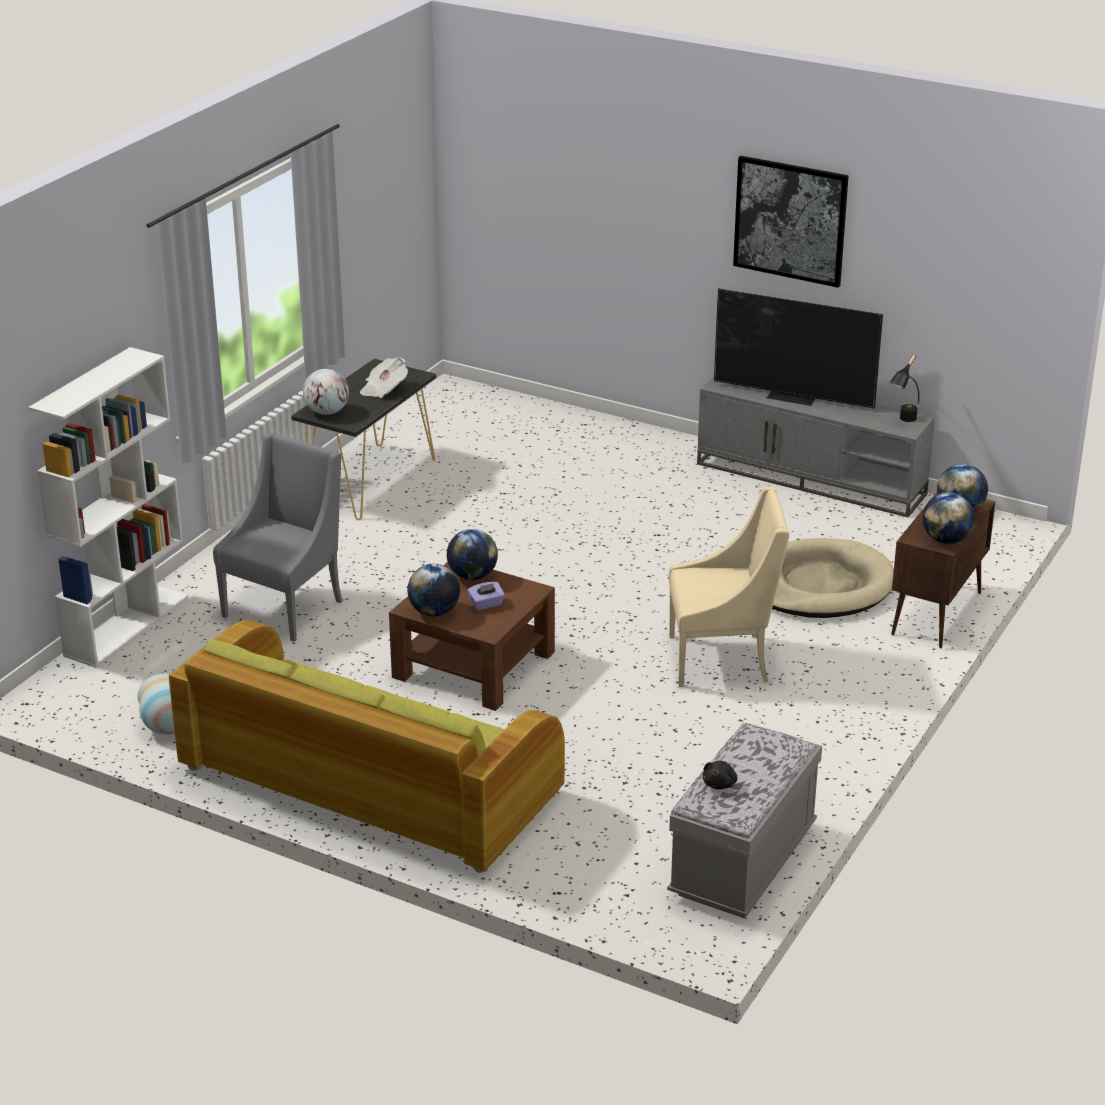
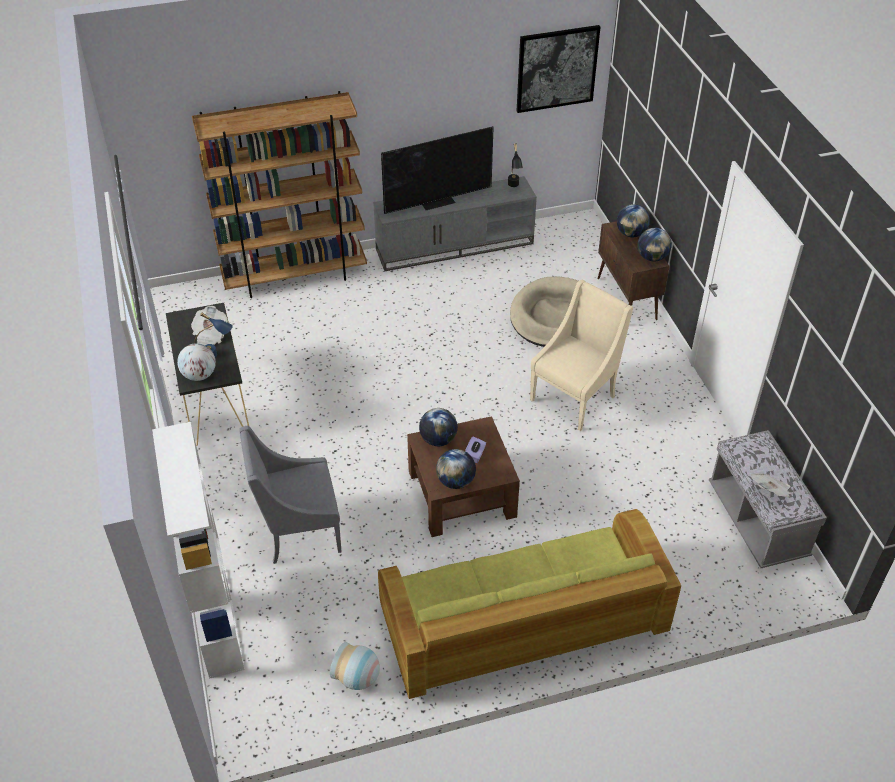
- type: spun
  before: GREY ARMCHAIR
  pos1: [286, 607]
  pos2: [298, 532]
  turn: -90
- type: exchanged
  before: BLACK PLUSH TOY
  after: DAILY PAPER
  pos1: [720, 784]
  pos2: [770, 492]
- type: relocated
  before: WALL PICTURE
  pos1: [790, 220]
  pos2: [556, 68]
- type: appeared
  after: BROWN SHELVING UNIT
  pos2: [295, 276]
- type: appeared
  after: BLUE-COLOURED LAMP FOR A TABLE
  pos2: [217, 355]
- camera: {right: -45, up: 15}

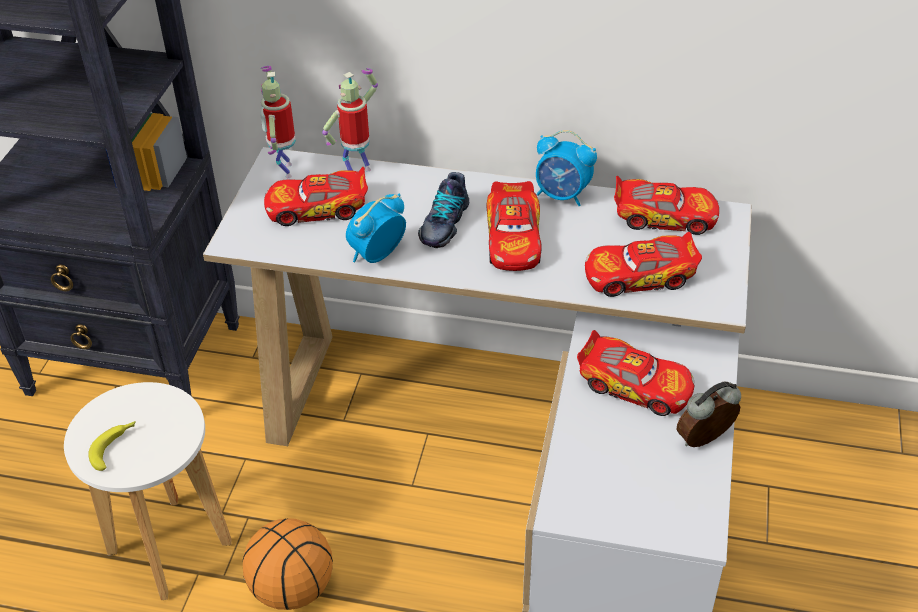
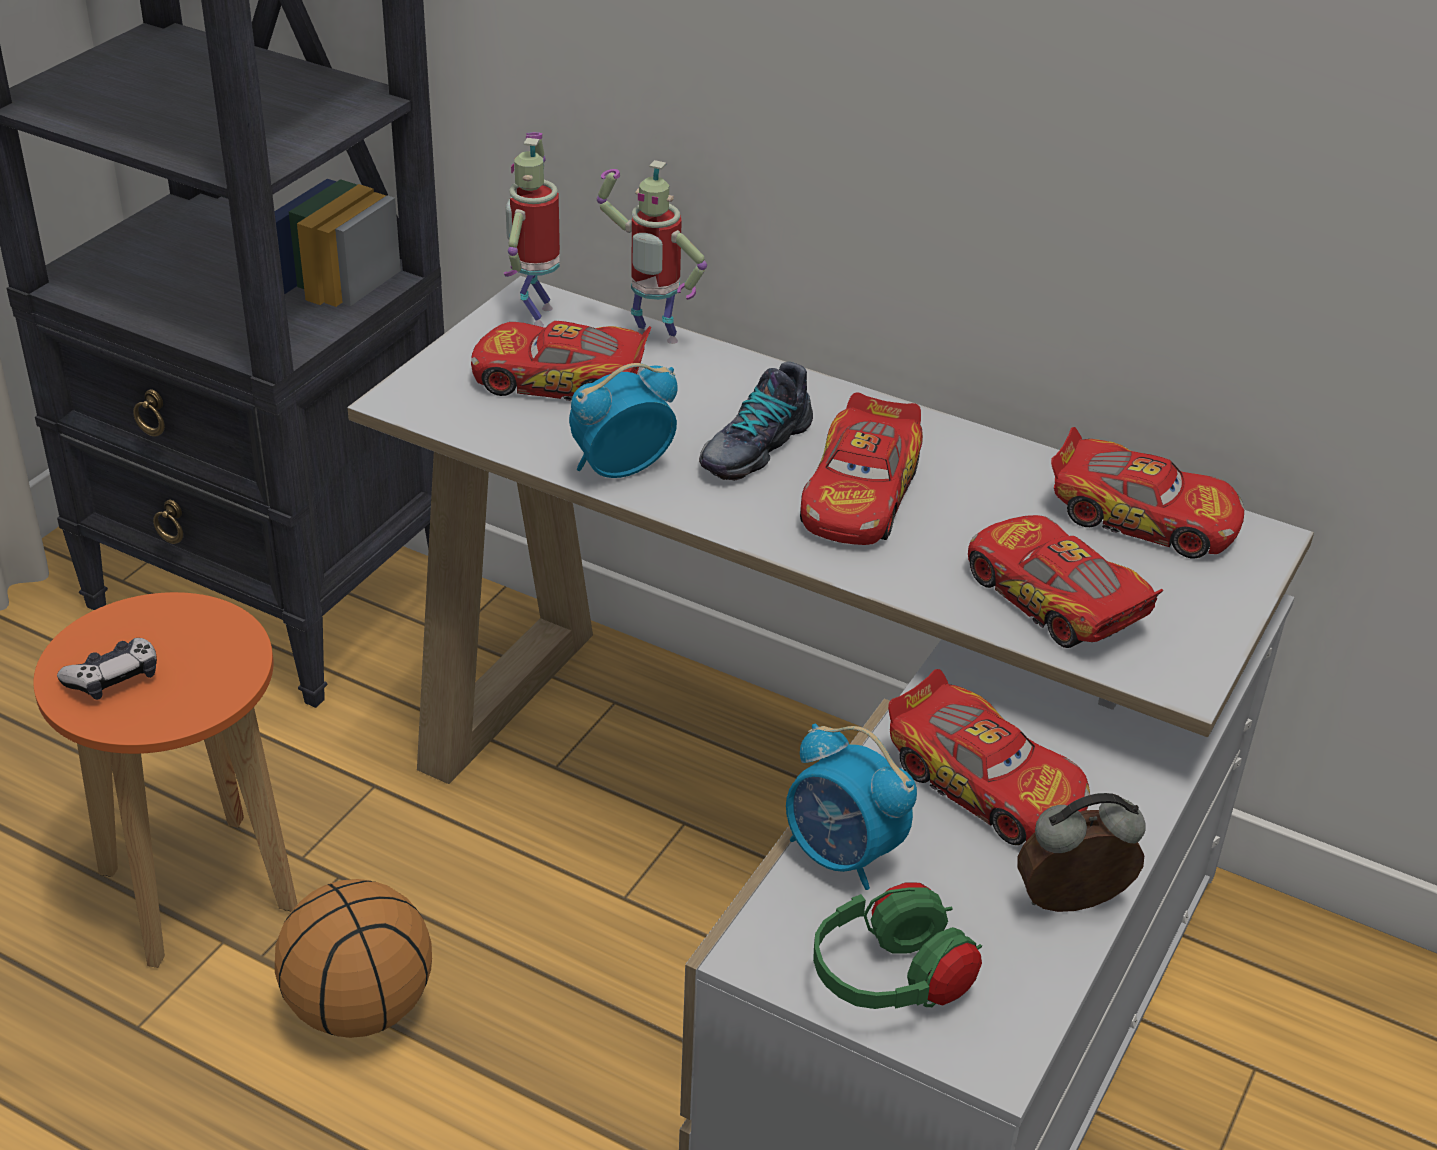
- type: colour
  before: WHITE SITTING STOOL
  after: ORANGE SITTING STOOL
  pos1: [170, 547]
  pos2: [199, 890]
- type: exchanged
  before: BANANA FRUIT
  after: GAME CONTROLLER
  pos1: [115, 447]
  pos2: [113, 679]
- type: spun
  before: TOY ROBOT
  pos1: [358, 171]
  pos2: [652, 340]
  turn: -135
- type: relocated
  before: TABLE CLOCK
  pos1: [562, 196]
  pos2: [842, 856]
- type: spun
  before: MINIATURE CAR
  pos1: [640, 276]
  pos2: [1054, 601]
  turn: 45
- type: appeared
  after: GREENISH HEADPHONES
  pos2: [891, 981]
- camera: {right: 15, up: -5}

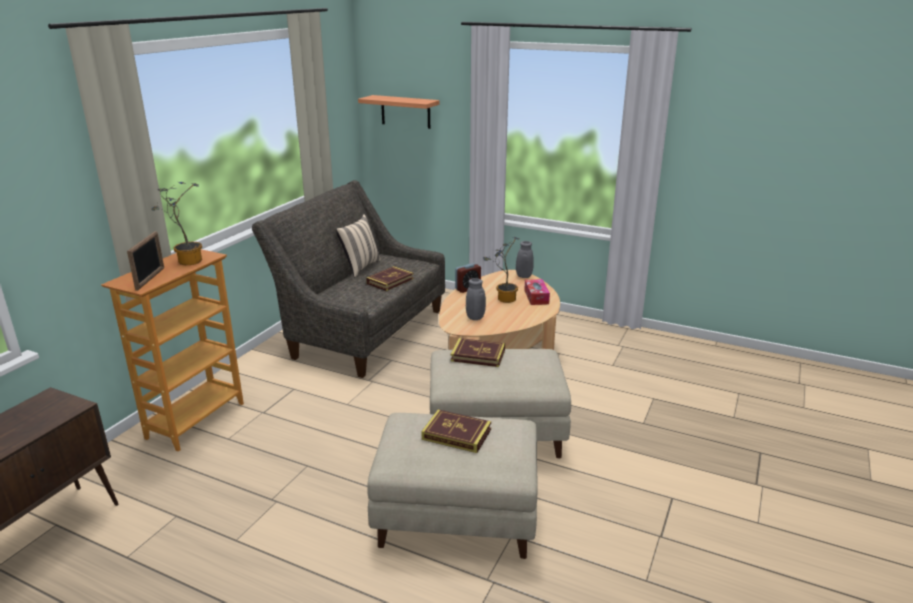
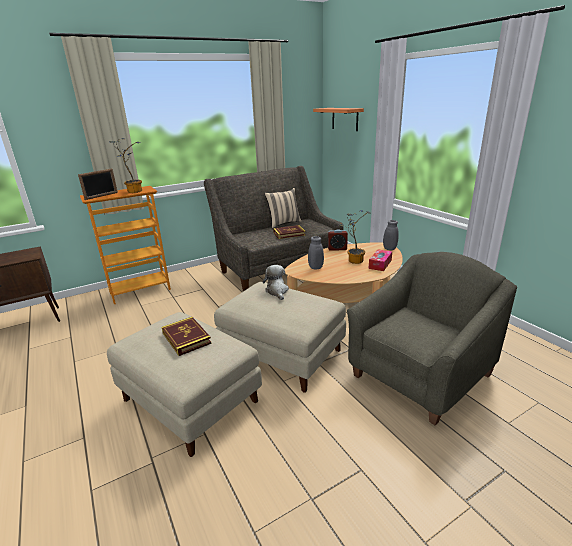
- type: exchanged
  before: BOUND BOOK
  after: PLUSH TOY
  pos1: [478, 355]
  pos2: [277, 291]
- type: appeared
  after: GREY ARMCHAIR
  pos2: [420, 375]
- camera: {right: 35, up: 0}

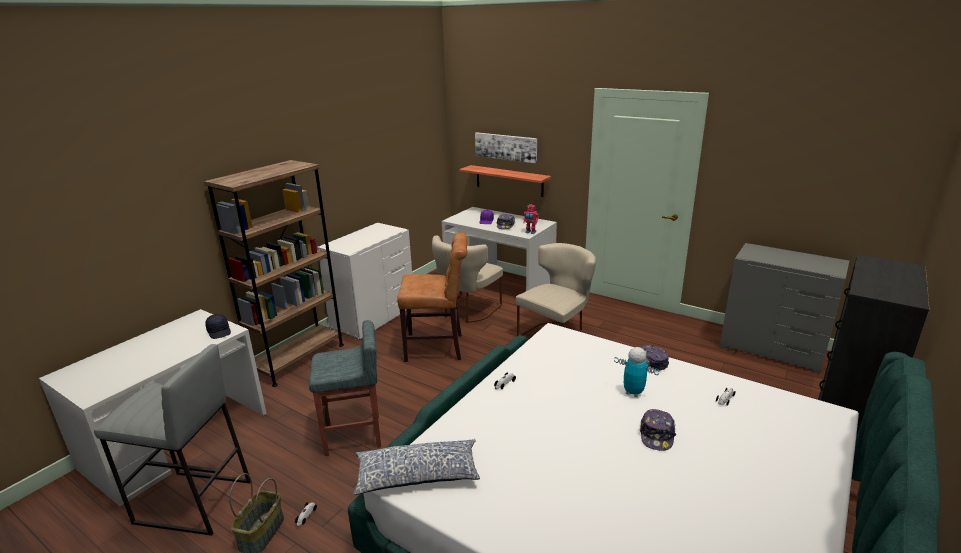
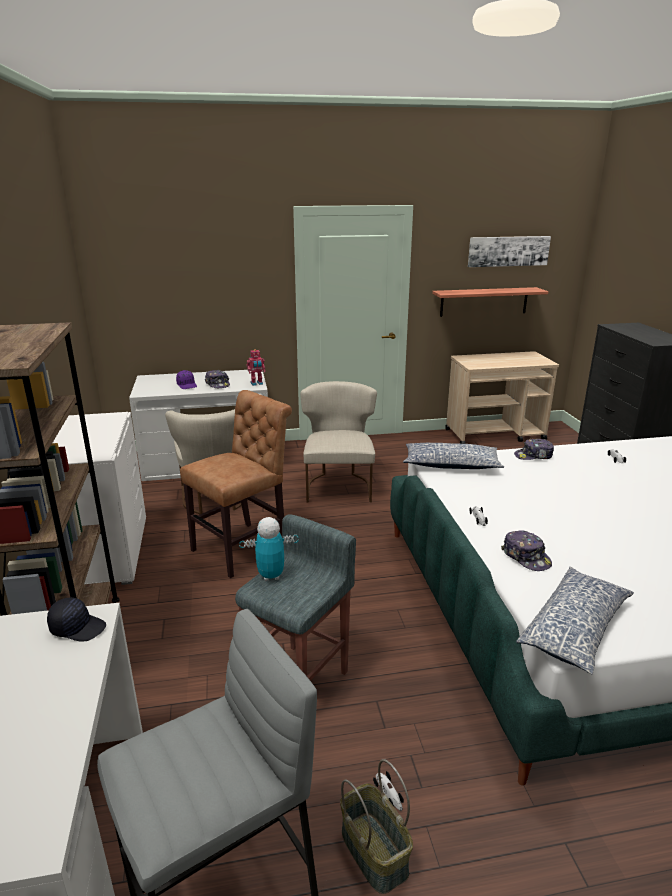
- type: relocated
  before: BRACKET SHELF
  pos1: [509, 180]
  pos2: [484, 301]
- type: relocated
  before: WALL PICTURE
  pos1: [506, 147]
  pos2: [508, 251]
- type: relocated
  before: TOY ROBOT
  pos1: [633, 392]
  pos2: [270, 576]
- type: relocated
  before: PEAKED CAP
  pos1: [657, 435]
  pos2: [526, 557]
- type: exchanged
  before: GREY DRESSER
  after: BEIGE CART
  pos1: [772, 349]
  pos2: [495, 434]
- type: appeared
  after: CUSHION
  pos2: [451, 465]
- camera: {right: -45, up: 0}

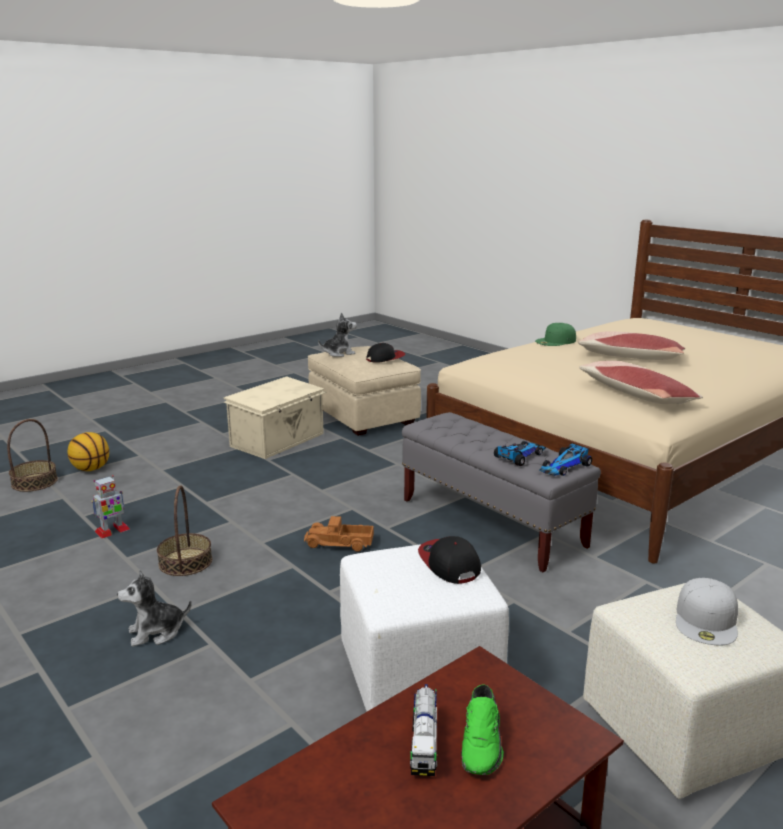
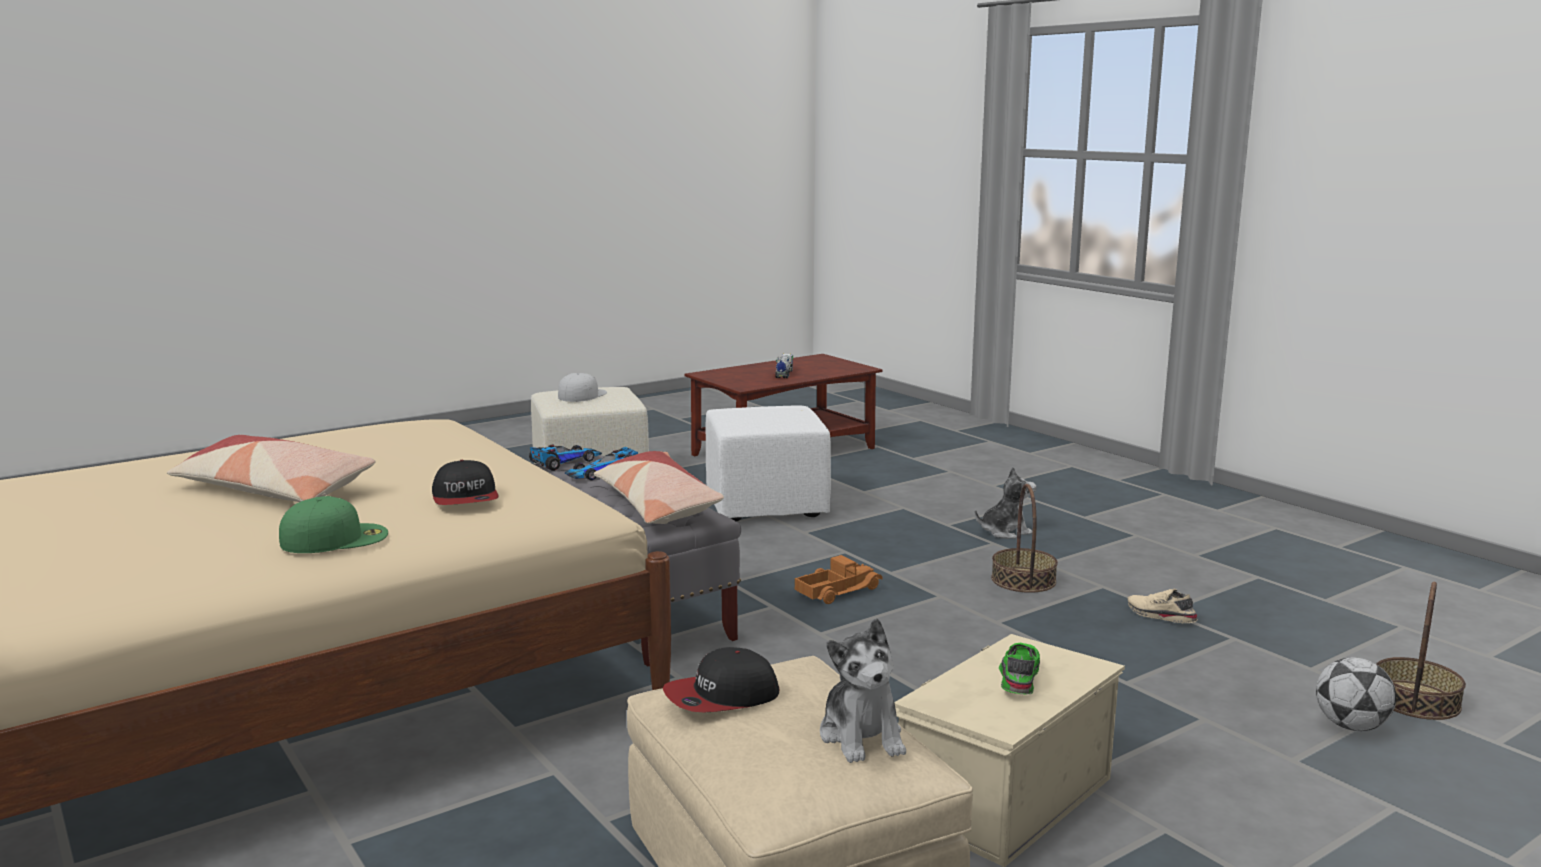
- type: exchanged
  before: BALL FOR BASKETBALL
  after: FOOTBALL BALL
  pos1: [91, 469]
  pos2: [1351, 726]
- type: exchanged
  before: TOY ROBOT
  after: BEIGE ITEM OF FOOTWEAR
  pos1: [112, 530]
  pos2: [1160, 616]
- type: spun
  before: TOY LORRY
  pos1: [339, 543]
  pos2: [837, 591]
  turn: -45
- type: spun
  before: PLUSH TOY
  pos1: [339, 353]
  pos2: [862, 736]
  turn: -90
- type: relocated
  before: PEAKED CAP
  pos1: [449, 563]
  pos2: [466, 498]
- type: relocated
  before: GREENISH ITEM OF FOOTWEAR
  pos1: [483, 743]
  pos2: [1018, 677]
- type: relocated
  before: CUSHION
  pos1: [635, 395]
  pos2: [657, 505]
- camera: {right: -175, up: -5}

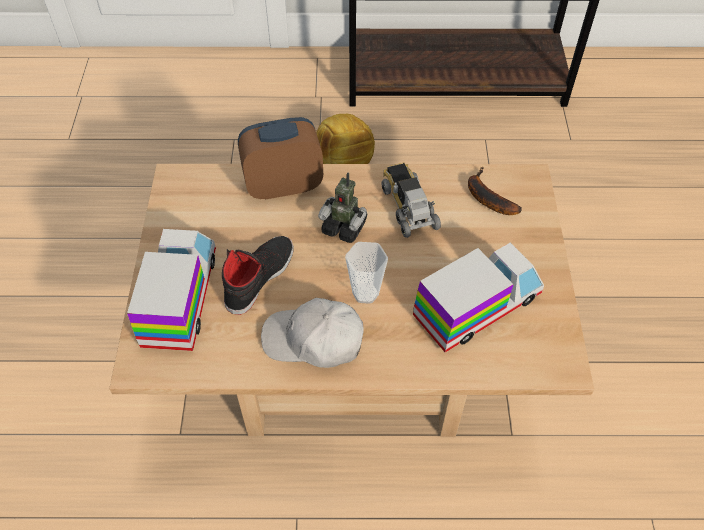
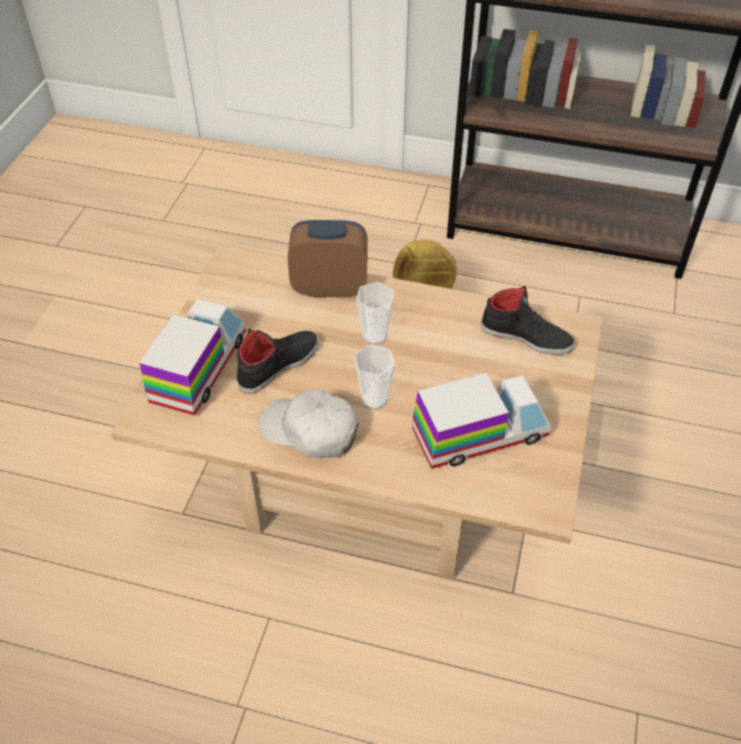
- type: exchanged
  before: TOY ROBOT
  after: CUP
  pos1: [344, 227]
  pos2: [375, 336]
- type: missing
  before: TOY LORRY
  pos1: [408, 206]
- type: exchanged
  before: BANANA FRUIT
  after: BLACK ITEM OF FOOTWEAR
  pos1: [486, 197]
  pos2: [526, 336]
- camera: {right: 15, up: -5}

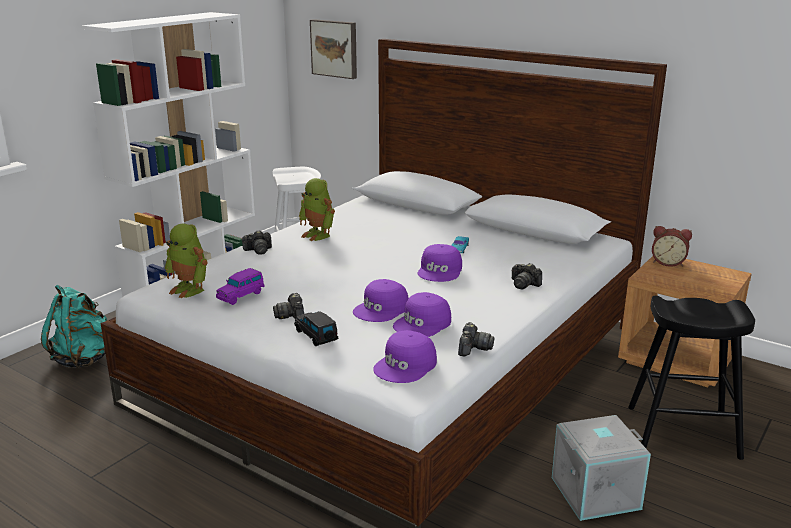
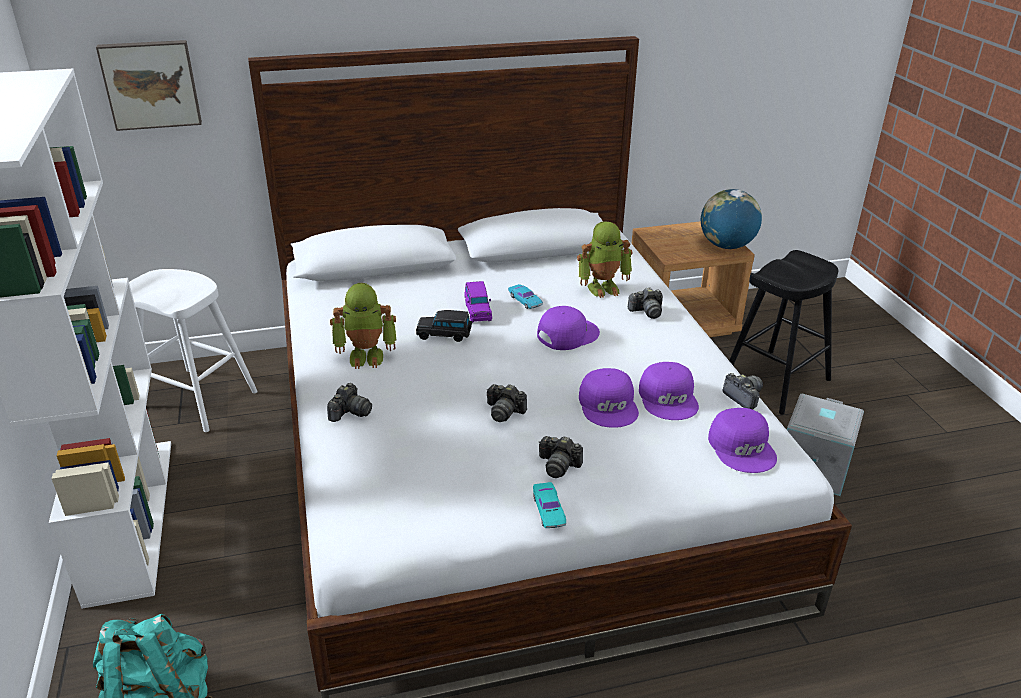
- type: relocated
  before: TOY ROBOT
  pos1: [189, 289]
  pos2: [603, 287]
- type: relocated
  before: PURPLISH MINIATURE CAR
  pos1: [241, 296]
  pos2: [478, 311]
- type: relocated
  before: BLACK MINIATURE CAR
  pos1: [316, 337]
  pos2: [444, 335]
- type: spun
  before: PURPLISH PEAKED CAP
  pos1: [440, 271]
  pos2: [567, 334]
  turn: -90
- type: missing
  before: TABLE CLOCK
  pos1: [668, 262]
- type: appeared
  after: PHOTO CAMERA
  pos2: [504, 412]
- type: appeared
  after: BLUE-GREEN MINIATURE CAR
  pos2: [548, 509]
- type: appeared
  after: DESK GLOBE
  pos2: [726, 246]
- camera: {right: -50, up: 10}

